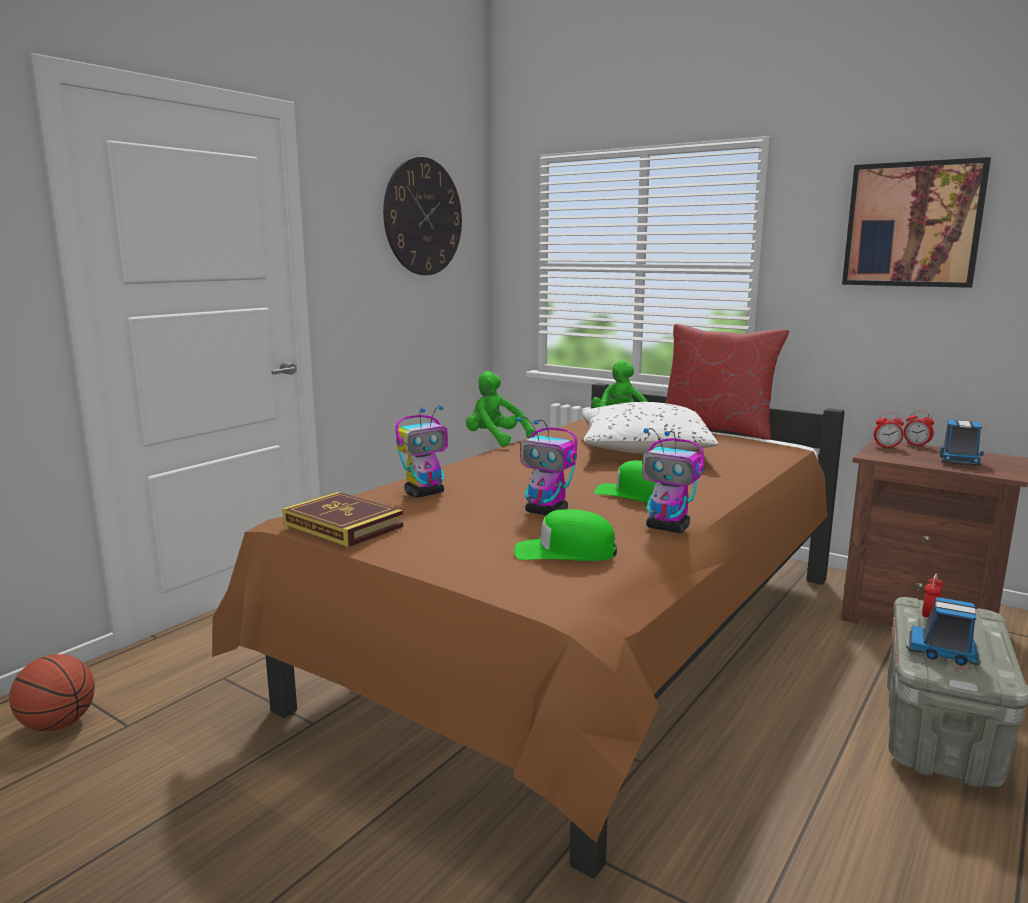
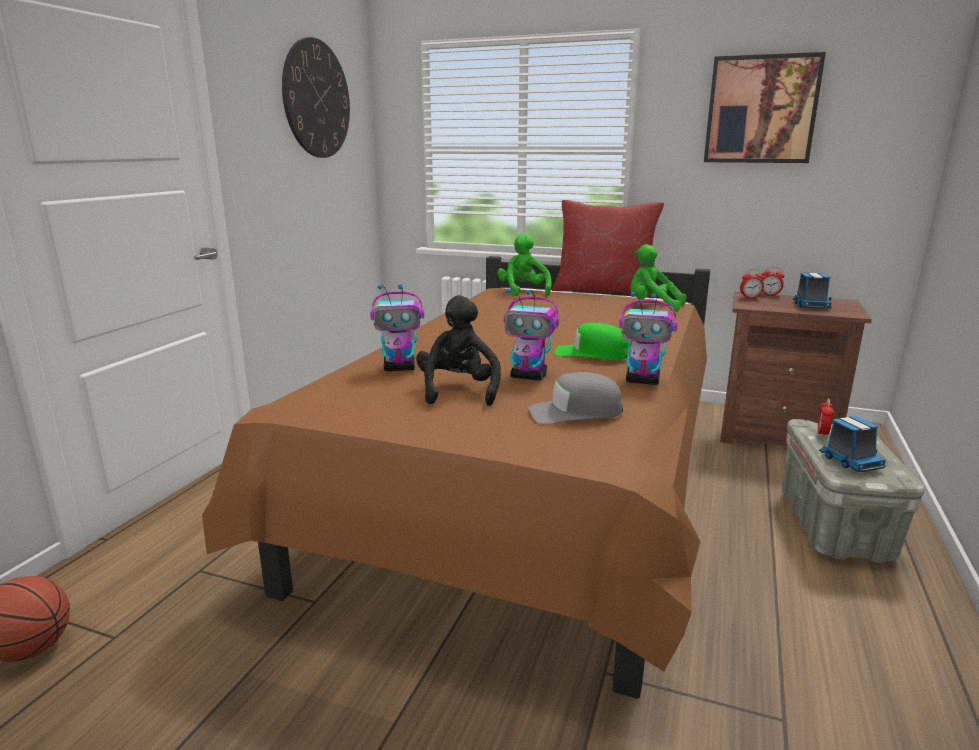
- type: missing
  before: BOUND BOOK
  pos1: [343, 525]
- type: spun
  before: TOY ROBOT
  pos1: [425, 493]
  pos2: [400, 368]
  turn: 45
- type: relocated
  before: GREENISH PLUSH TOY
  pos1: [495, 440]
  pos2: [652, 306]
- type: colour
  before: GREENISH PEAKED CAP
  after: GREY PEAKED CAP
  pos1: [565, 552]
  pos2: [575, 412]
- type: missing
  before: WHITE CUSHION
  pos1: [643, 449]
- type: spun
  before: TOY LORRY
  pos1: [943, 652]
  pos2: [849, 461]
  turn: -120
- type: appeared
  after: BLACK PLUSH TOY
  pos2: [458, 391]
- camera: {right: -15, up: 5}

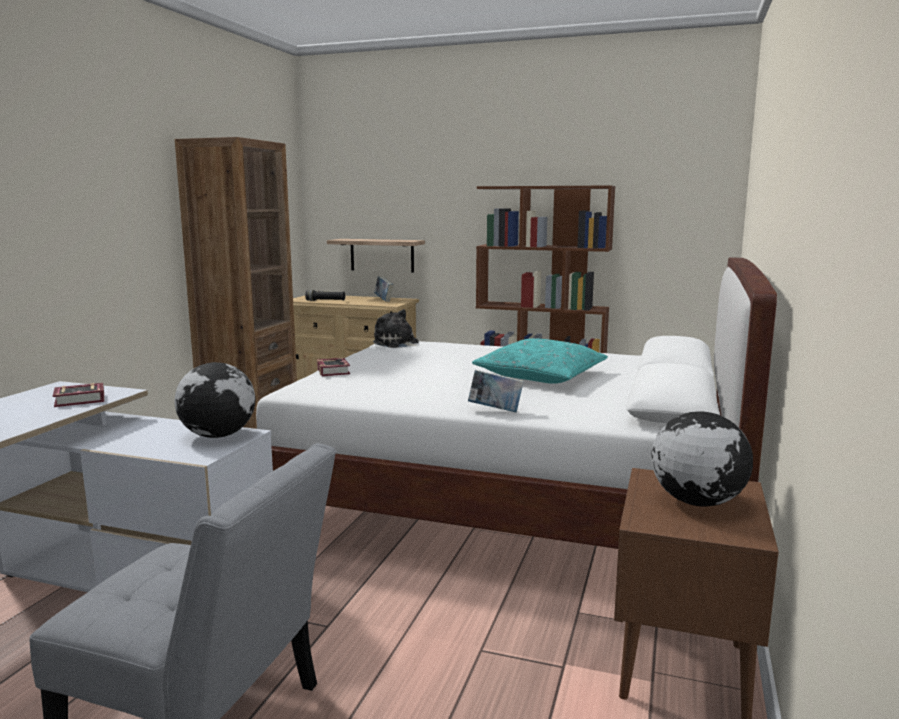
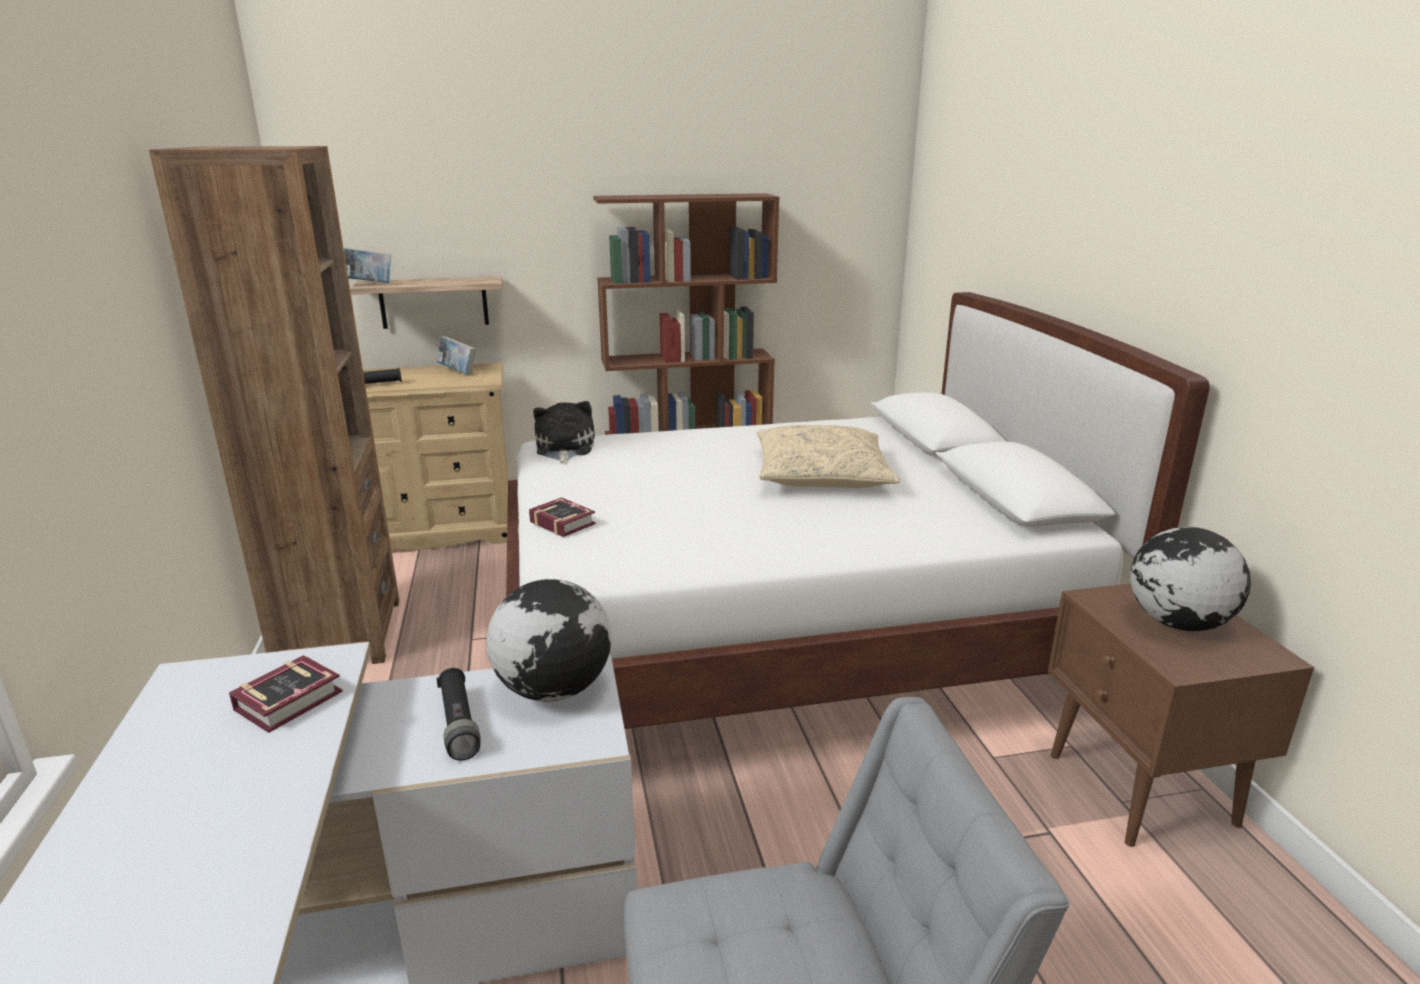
- type: spun
  before: PLUSH TOY
  pos1: [397, 344]
  pos2: [564, 449]
  turn: 75
- type: relocated
  before: BOUND BOOK
  pos1: [495, 410]
  pos2: [369, 284]
- type: colour
  before: BLUE-GREEN CUSHION
  after: BEIGE CUSHION
  pos1: [541, 375]
  pos2: [821, 474]
- type: appeared
  after: BLACK TORCH
  pos2: [459, 724]
- camera: {right: -30, up: 10}

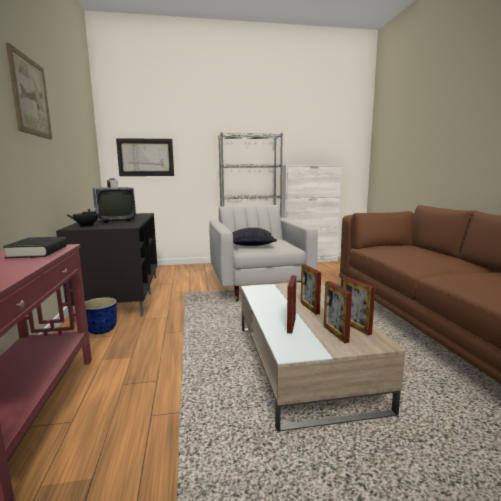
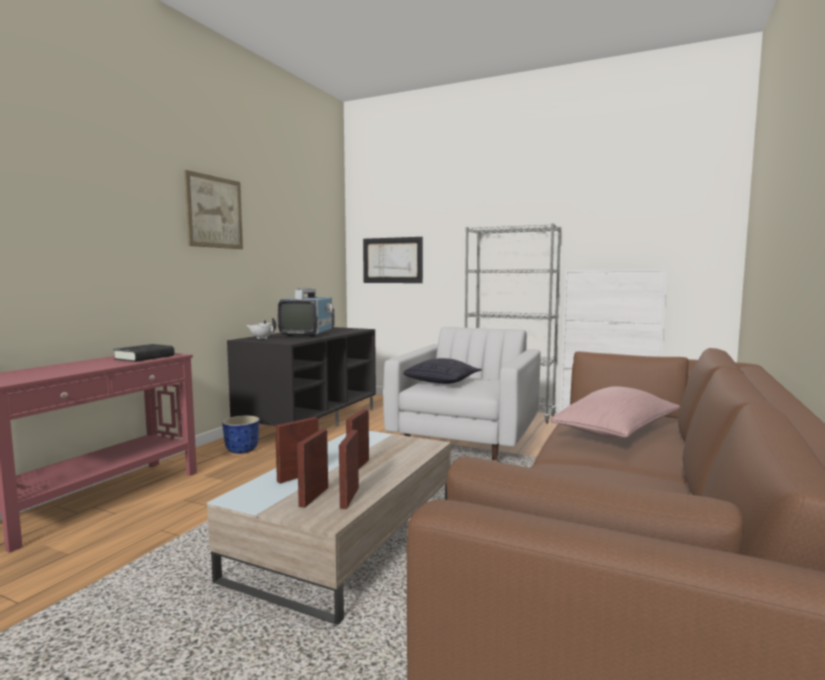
- type: colour
  before: BLACK TEAPOT
  after: WHITE TEAPOT
  pos1: [86, 226]
  pos2: [262, 338]
- type: appeared
  after: PINK-COLOURED CUSHION
  pos2: [617, 433]
- camera: {right: 35, up: -5}

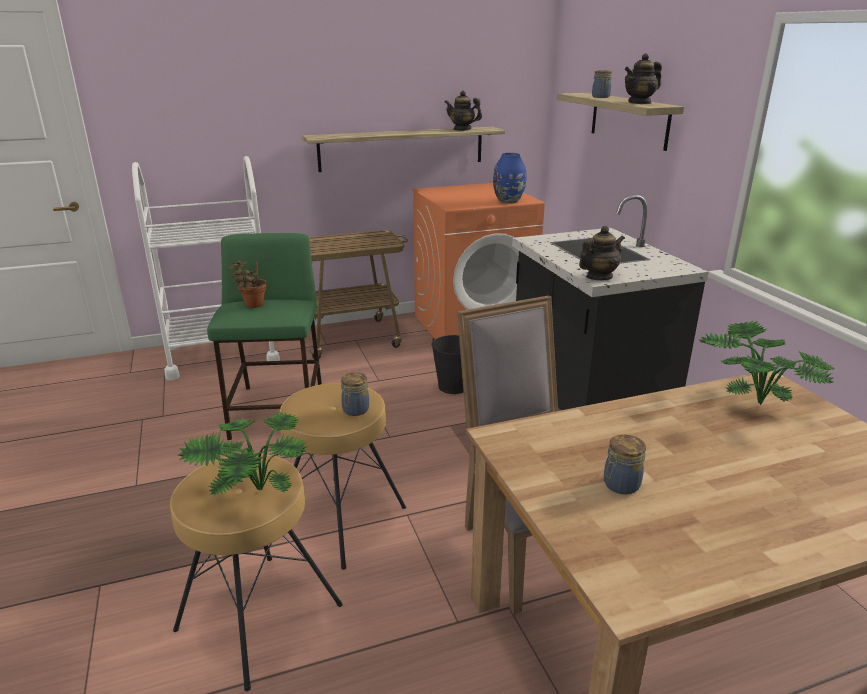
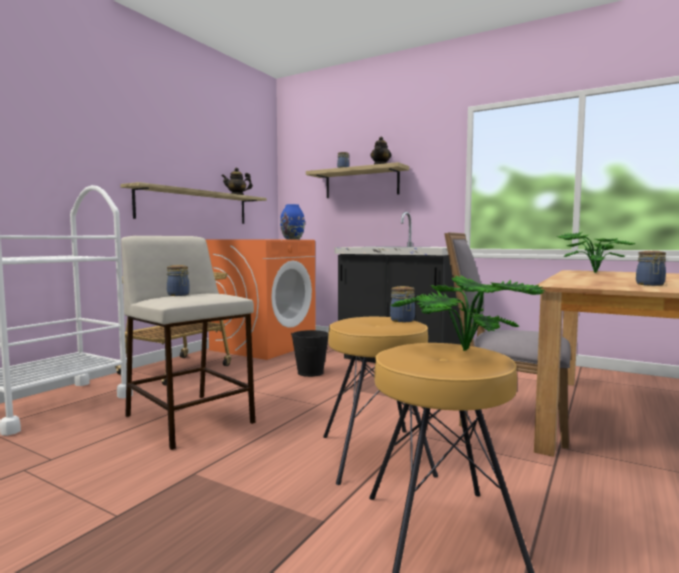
- type: colour
  before: GREENISH SITTING STOOL
  after: BEIGE SITTING STOOL
  pos1: [278, 411]
  pos2: [190, 419]
- type: exchanged
  before: PLANT IN A POT
  after: STORAGE JAR
  pos1: [252, 304]
  pos2: [179, 295]
- type: missing
  before: TEAPOT
  pos1: [598, 277]
- camera: {right: -40, up: -20}

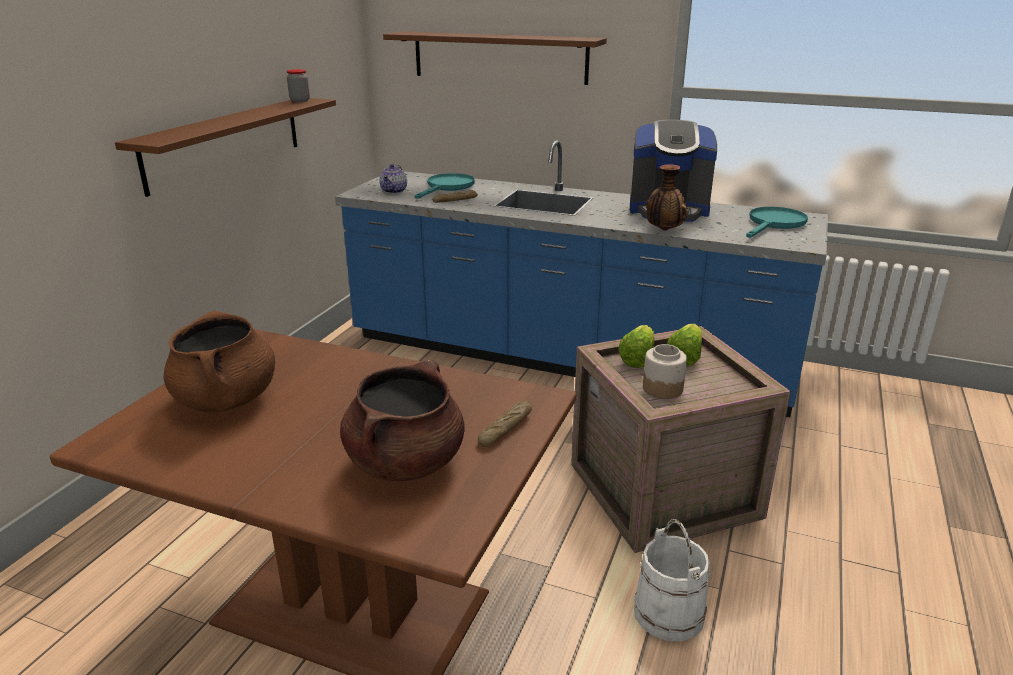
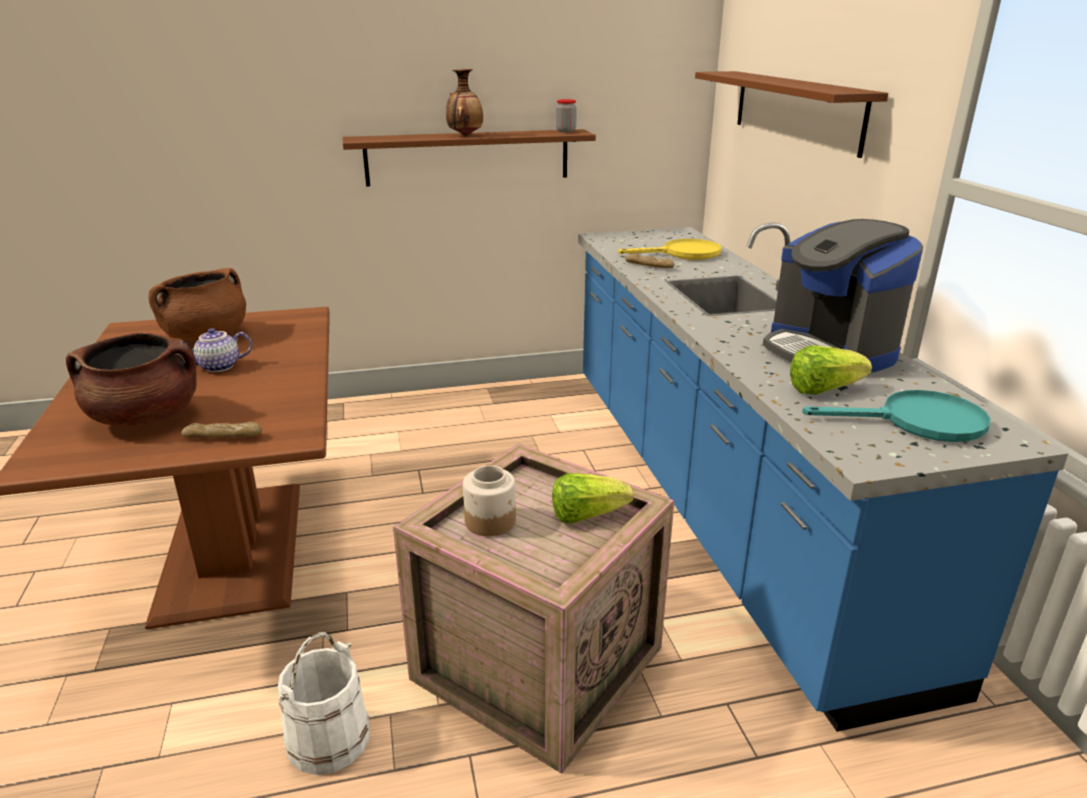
- type: relocated
  before: TEAPOT
  pos1: [394, 191]
  pos2: [218, 367]
- type: colour
  before: BLUE-GREEN FRYING PAN
  after: YELLOWISH FRYING PAN
  pos1: [447, 187]
  pos2: [683, 253]
- type: relocated
  before: LETTUCE HEAD
  pos1: [637, 359]
  pos2: [823, 389]
- type: relocated
  before: FLOWER VASE
  pos1: [663, 230]
  pos2: [465, 135]
- camera: {right: 55, up: 0}

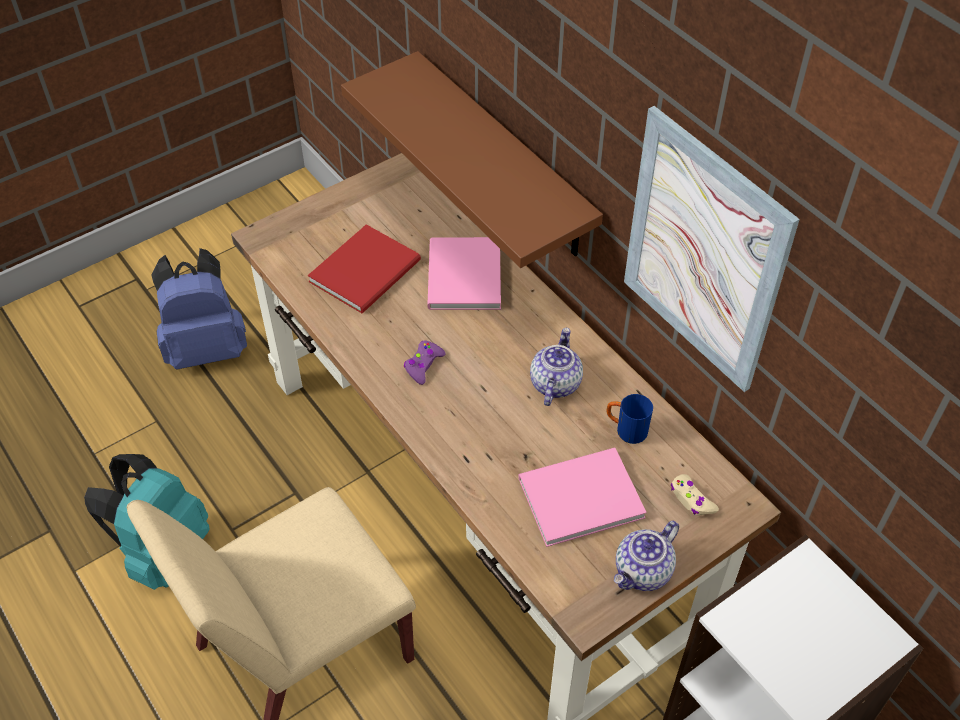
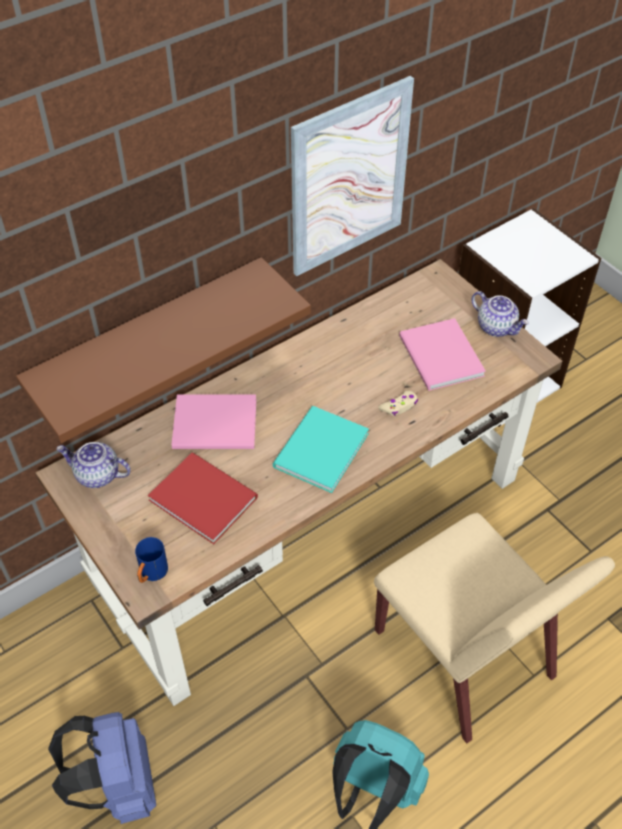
- type: exchanged
  before: PURPLISH GAME CONTROLLER
  after: BLUE-GREEN BOUND BOOK
  pos1: [423, 365]
  pos2: [318, 451]
- type: relocated
  before: TEAPOT
  pos1: [554, 383]
  pos2: [97, 475]
- type: relocated
  before: BLUE-COLOURED TEA MUG
  pos1: [626, 430]
  pos2: [151, 574]
- type: relocated
  before: BEIGE GAME CONTROLLER
  pos1: [691, 500]
  pos2: [399, 406]
- camera: {right: -90, up: 0}

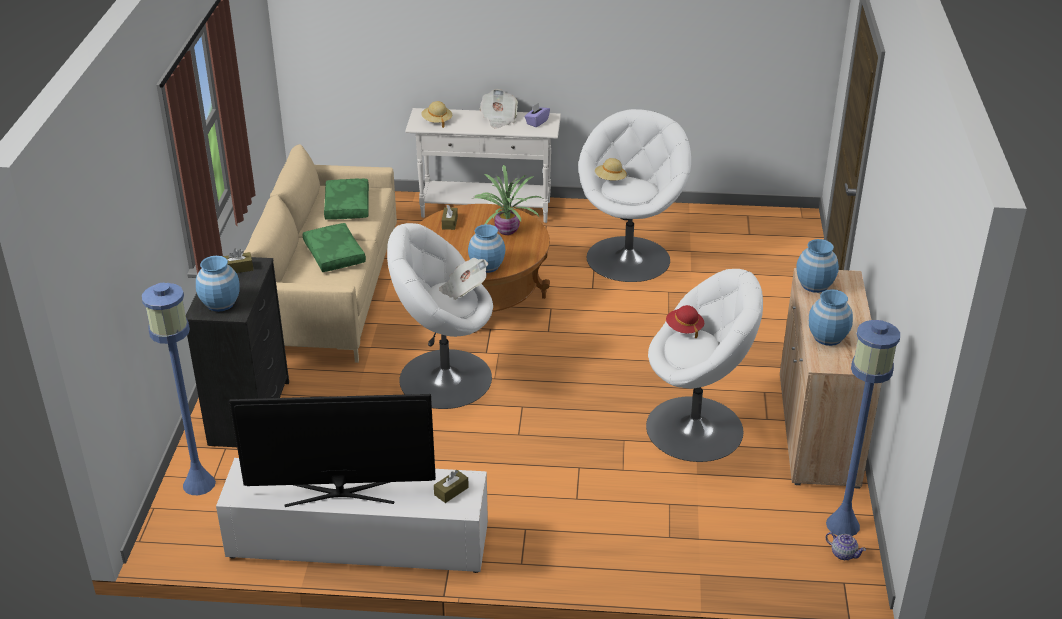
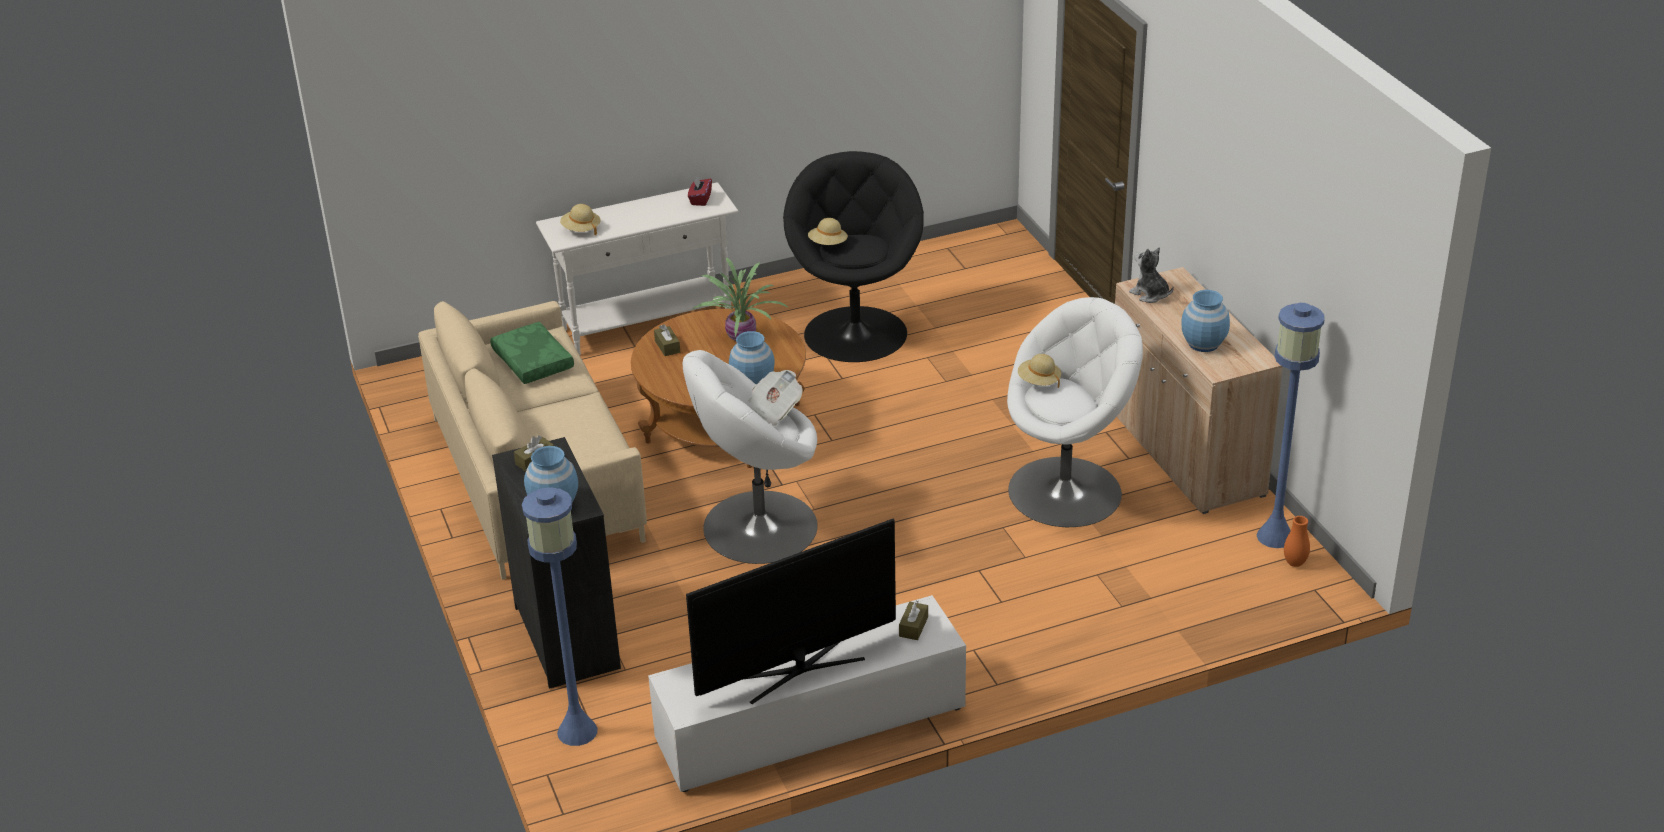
- type: missing
  before: GREENISH CUSHION
  pos1: [333, 254]
- type: missing
  before: DAILY PAPER
  pos1: [499, 119]
- type: colour
  before: PURPLISH TISSUE BOX
  after: RED-COLOURED TISSUE BOX
  pos1: [537, 122]
  pos2: [700, 199]
- type: colour
  before: WHITE ARMCHAIR
  after: BLACK ARMCHAIR
  pos1: [629, 258]
  pos2: [856, 333]
- type: colour
  before: RED-COLOURED HAT
  after: BEIGE HAT
  pos1: [684, 328]
  pos2: [1039, 381]
- type: exchanged
  before: BLUE-COLOURED FLOWER VASE
  after: PLUSH TOY
  pos1: [814, 285]
  pos2: [1150, 294]
- type: exchanged
  before: TEAPOT
  after: ORANGE FLOWER VASE
  pos1: [843, 553]
  pos2: [1295, 563]
- camera: {right: -25, up: 0}

